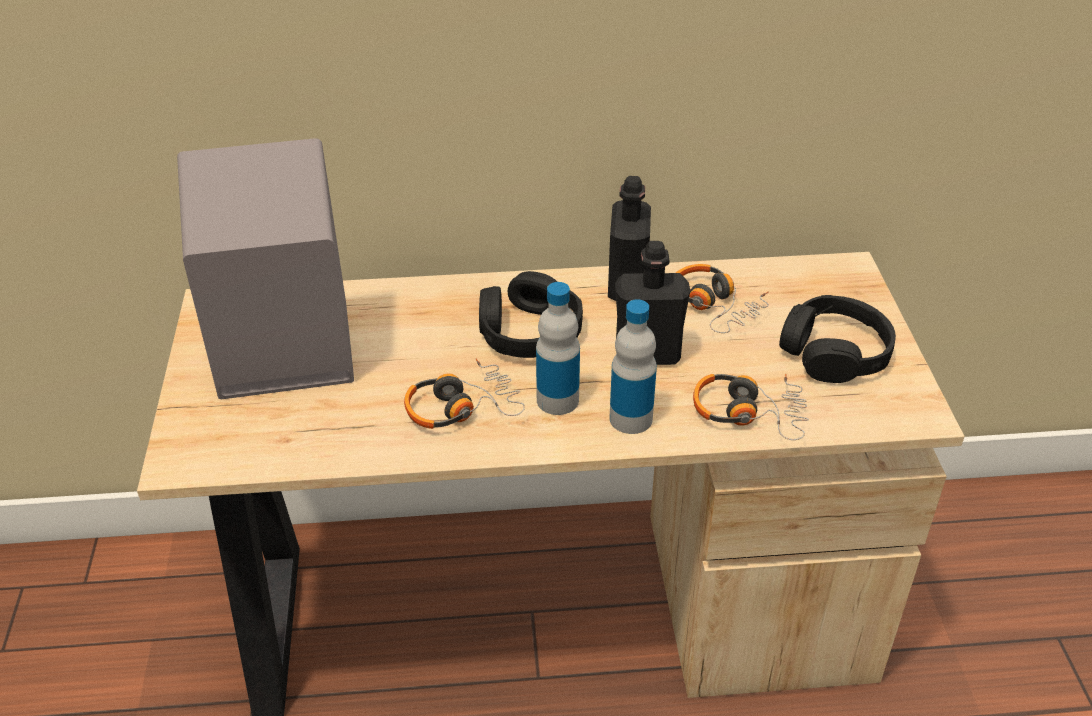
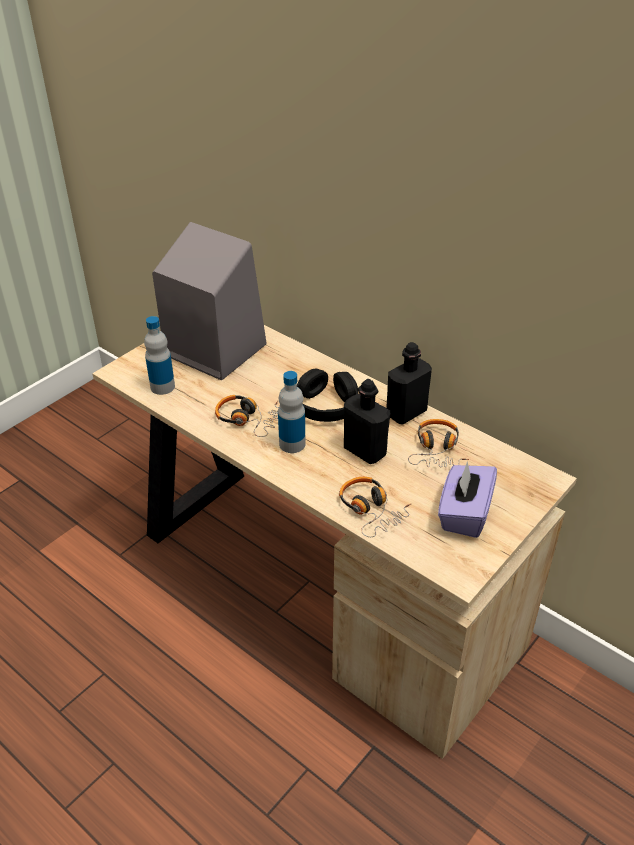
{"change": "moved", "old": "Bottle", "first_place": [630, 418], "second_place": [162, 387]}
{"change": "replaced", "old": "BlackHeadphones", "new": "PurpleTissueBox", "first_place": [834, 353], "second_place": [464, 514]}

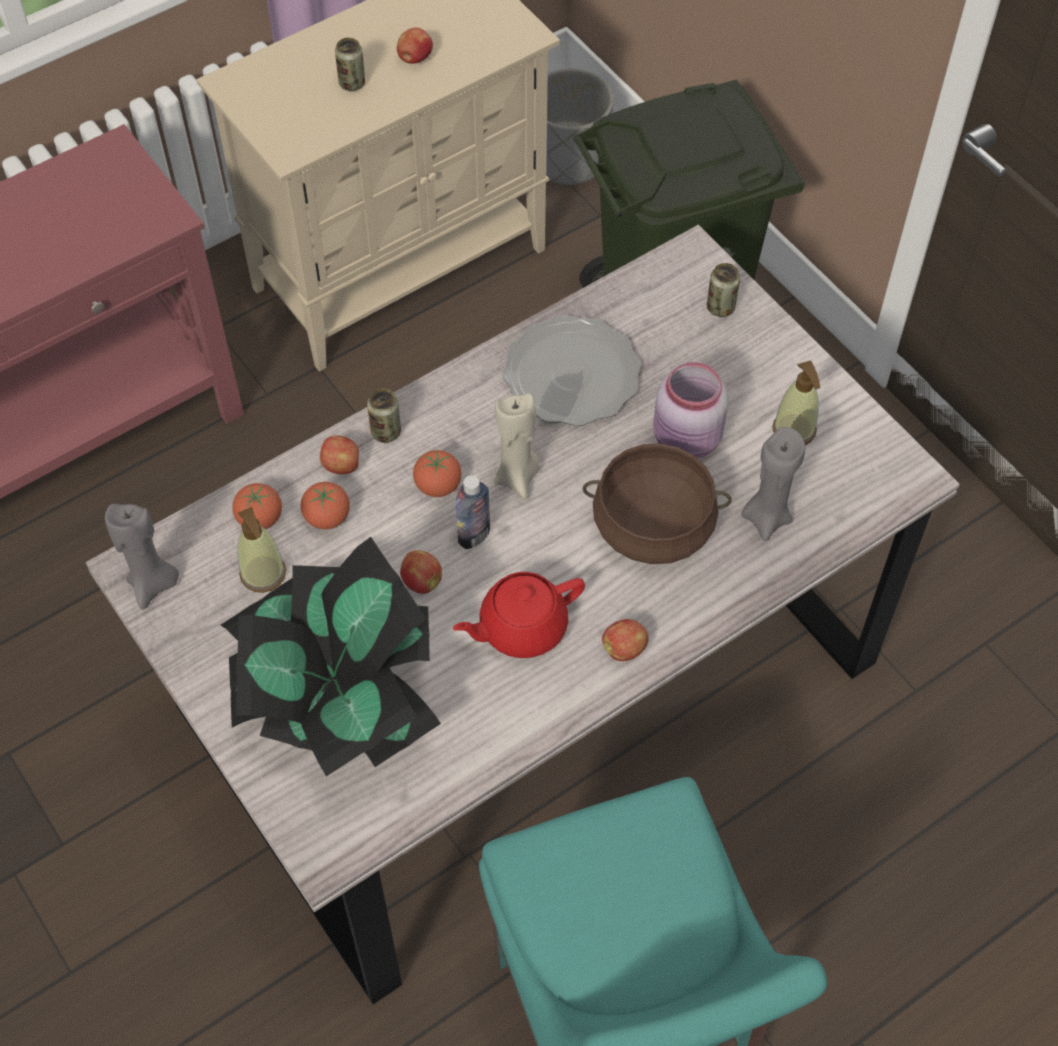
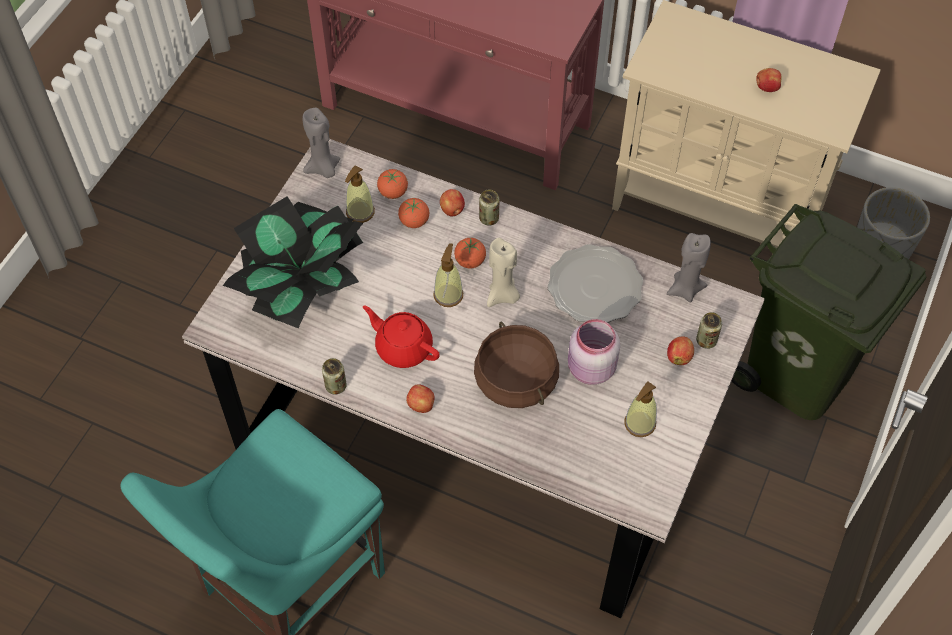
{"change": "moved", "old": "Can", "first_place": [352, 83], "second_place": [336, 386]}
{"change": "moved", "old": "Apple", "first_place": [421, 581], "second_place": [679, 357]}
{"change": "replaced", "old": "Bottle", "new": "SoapDispenser", "first_place": [474, 535], "second_place": [448, 295]}
{"change": "moved", "old": "GreyCandle", "first_place": [766, 517], "second_place": [685, 289]}

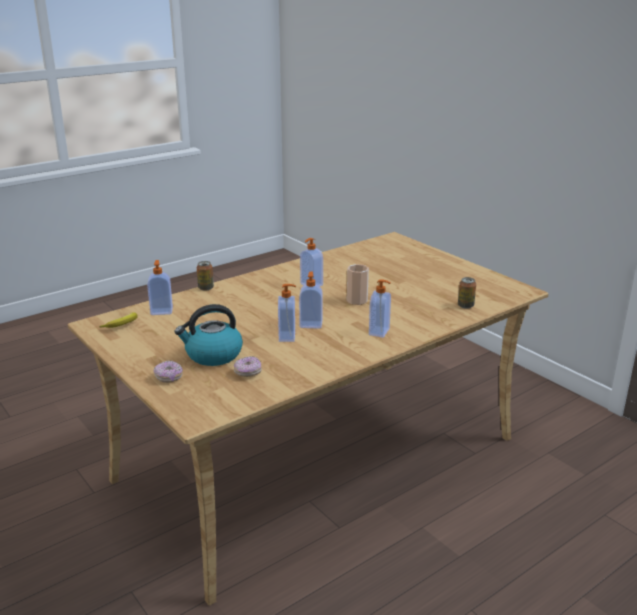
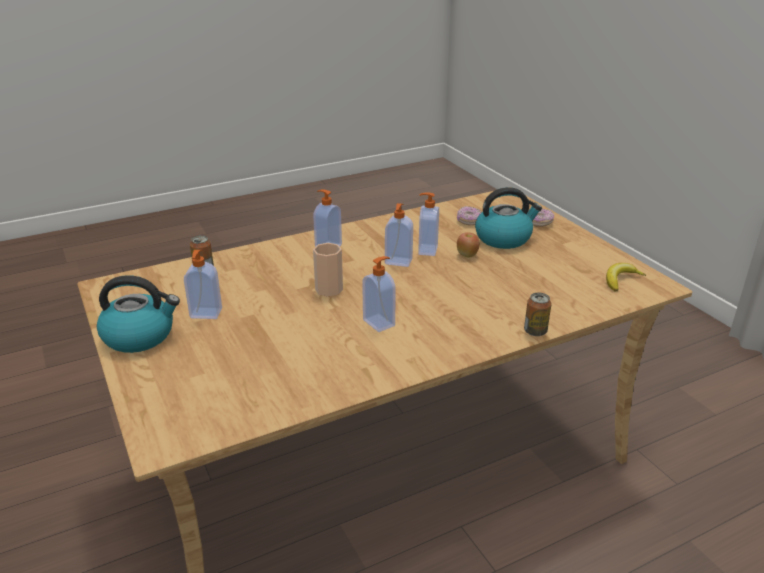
{"change": "moved", "old": "SoapDispenser", "first_place": [161, 311], "second_place": [206, 314]}
{"change": "added", "new": "Kettle", "second_place": [140, 336]}
{"change": "added", "new": "Apple", "second_place": [467, 255]}

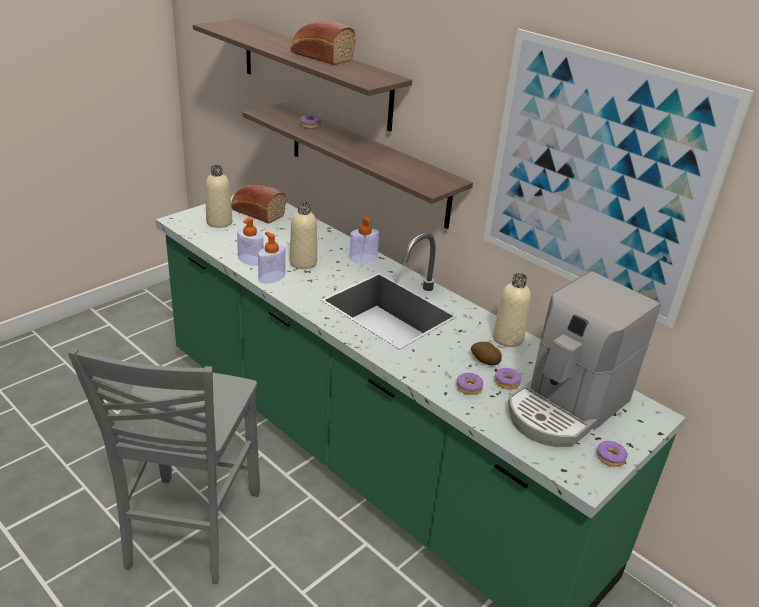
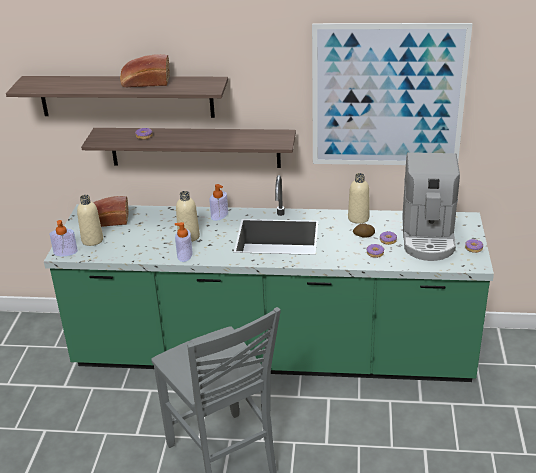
{"change": "moved", "old": "SoapDispenser", "first_place": [250, 260], "second_place": [65, 252]}

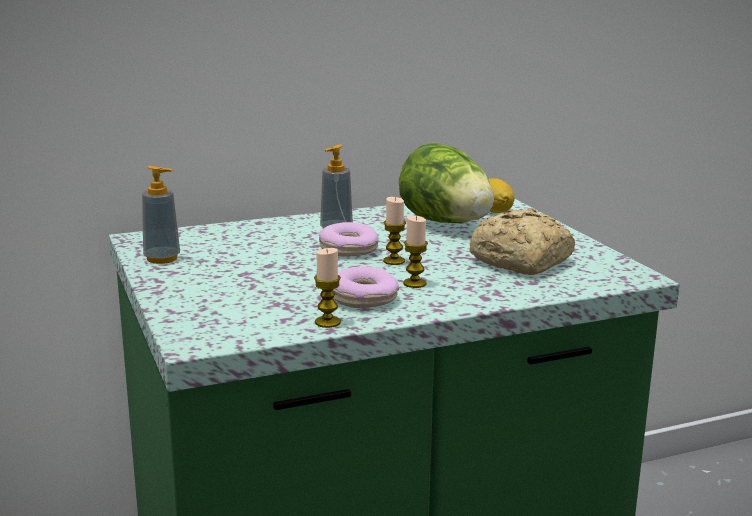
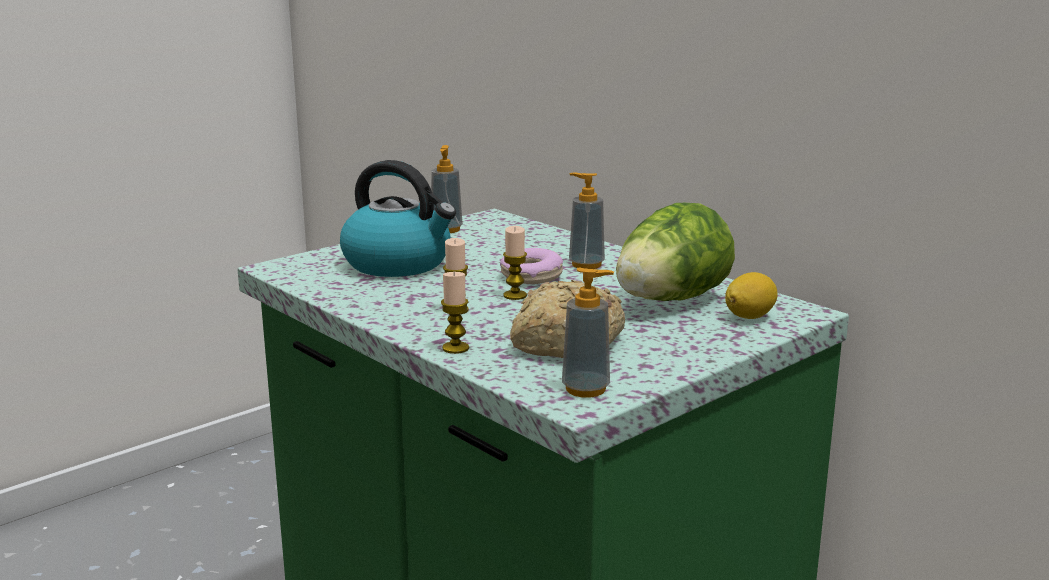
{"change": "moved", "old": "Candle", "first_place": [327, 322], "second_place": [455, 348]}
{"change": "removed", "old": "Donut", "first_place": [363, 299]}
{"change": "added", "new": "Kettle", "second_place": [399, 263]}
{"change": "added", "new": "SoapDispenser", "second_place": [586, 389]}

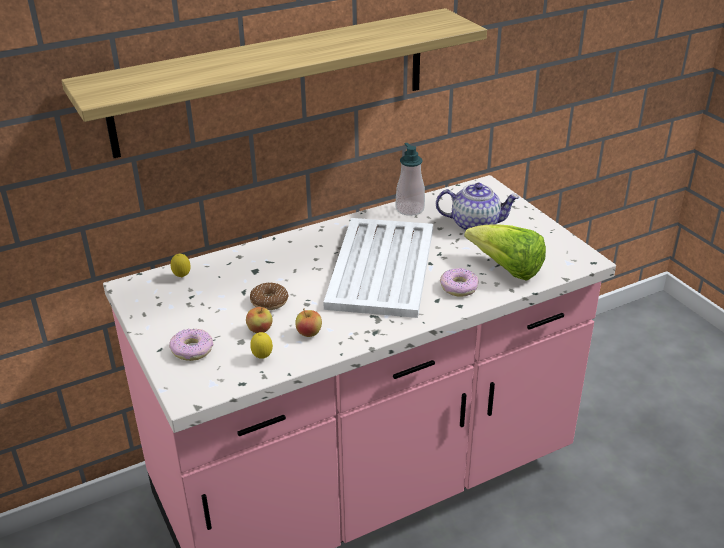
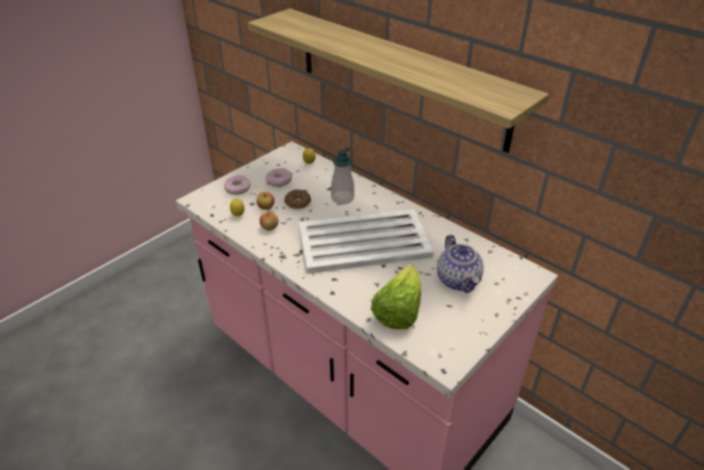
{"change": "moved", "old": "SoapDispenser", "first_place": [410, 209], "second_place": [342, 198]}
{"change": "moved", "old": "Donut", "first_place": [458, 287], "second_place": [279, 181]}

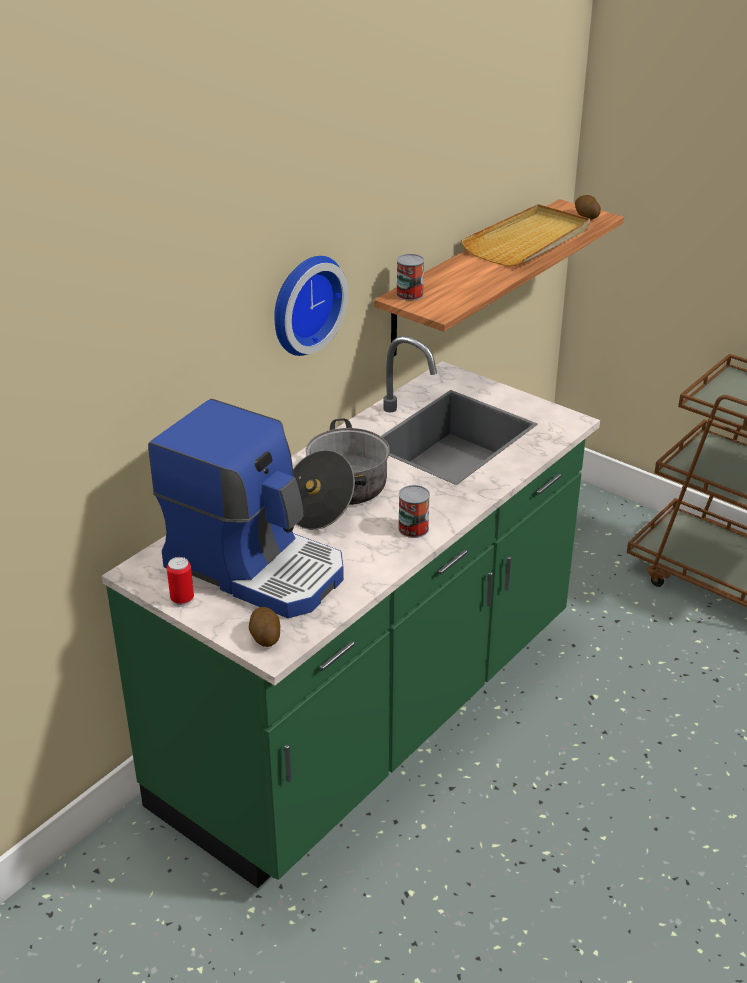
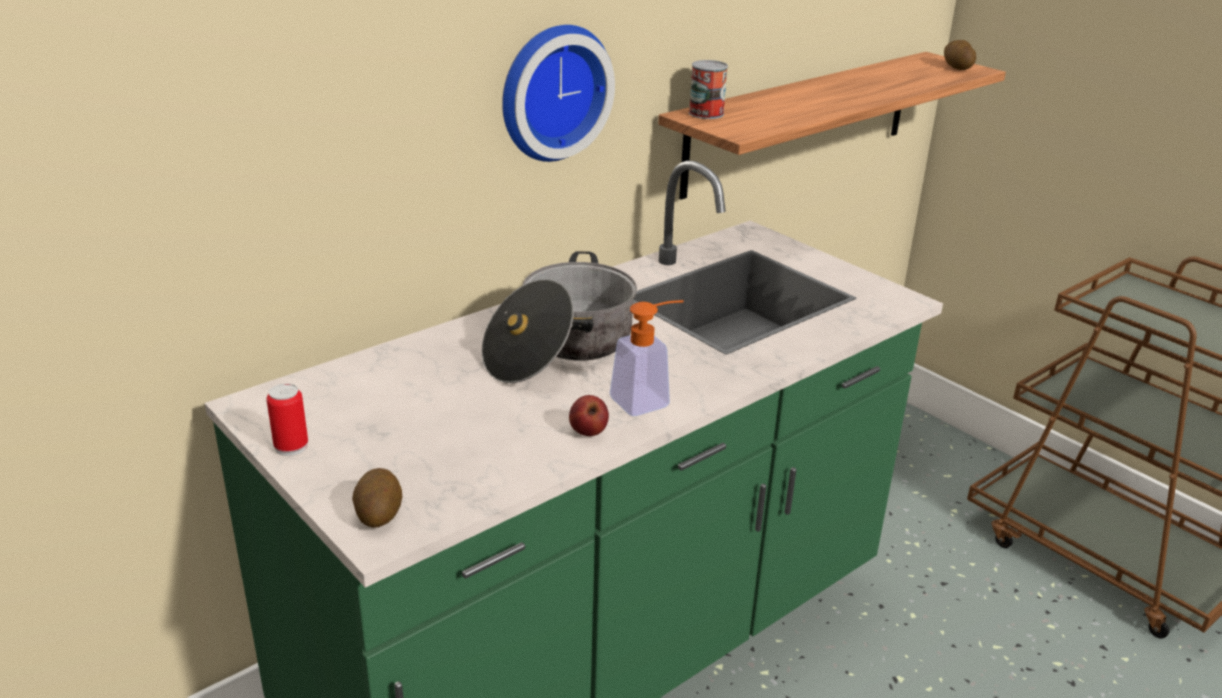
{"change": "removed", "old": "CoffeeMachine", "first_place": [256, 566]}
{"change": "replaced", "old": "Can", "new": "SoapDispenser", "first_place": [413, 528], "second_place": [648, 400]}
{"change": "removed", "old": "BeigeTray", "first_place": [528, 241]}
{"change": "added", "new": "Apple", "second_place": [588, 432]}

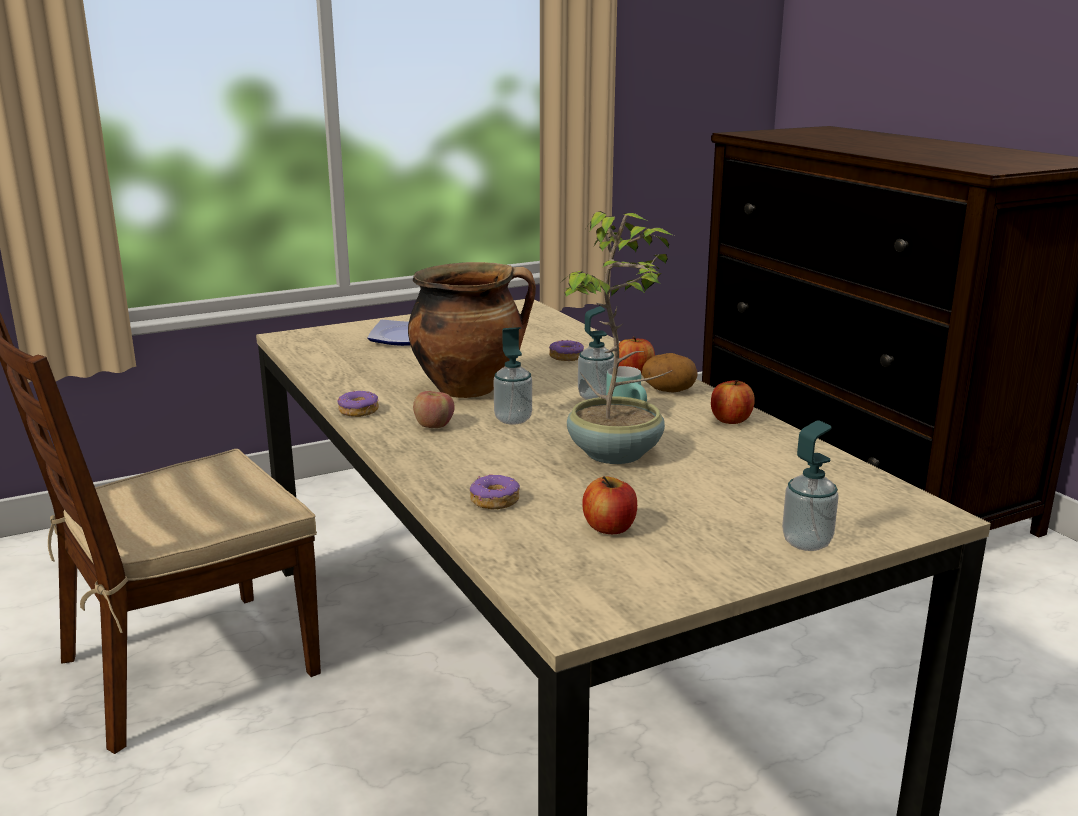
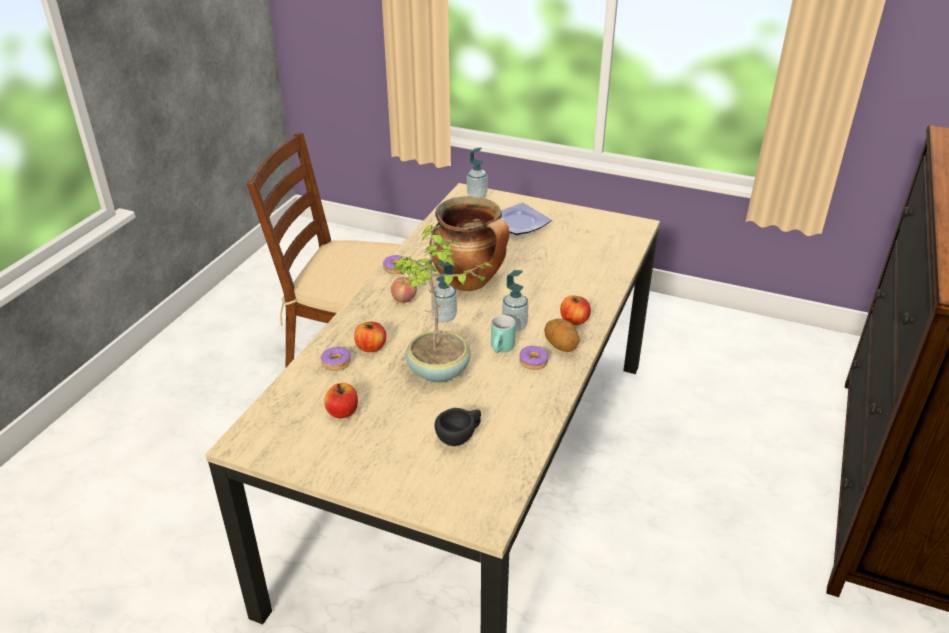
{"change": "moved", "old": "Donut", "first_place": [566, 357], "second_place": [534, 362]}
{"change": "moved", "old": "Apple", "first_place": [730, 420], "second_place": [371, 347]}
{"change": "moved", "old": "SoapDispenser", "first_place": [806, 542], "second_place": [477, 196]}
{"change": "added", "new": "BlackCup", "second_place": [460, 437]}

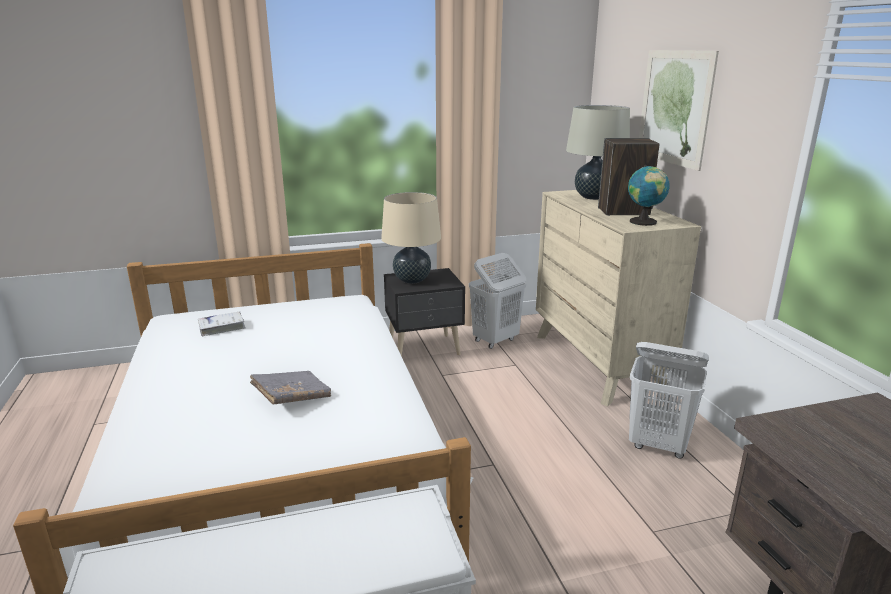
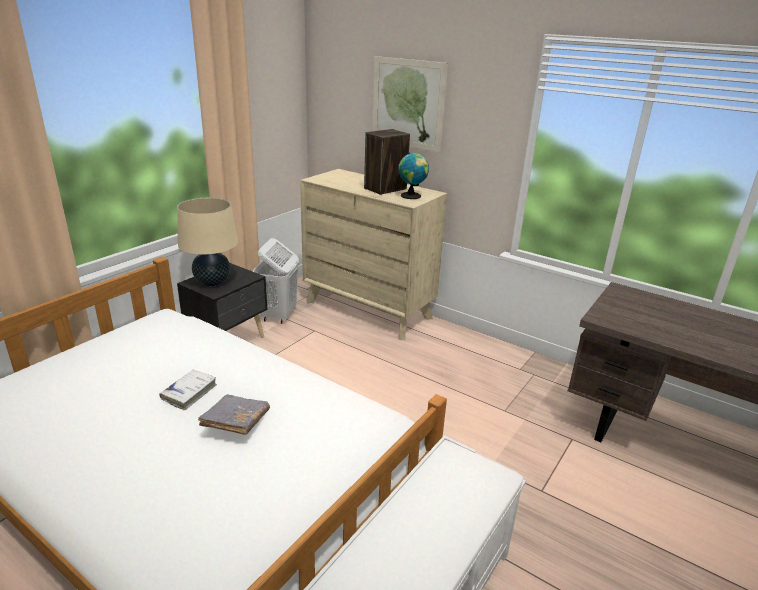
{"change": "moved", "old": "WhiteBook", "first_place": [222, 327], "second_place": [189, 393]}
{"change": "removed", "old": "BeigeTableLamp", "first_place": [593, 197]}
{"change": "removed", "old": "WhiteLaundryBasket", "first_place": [658, 445]}

